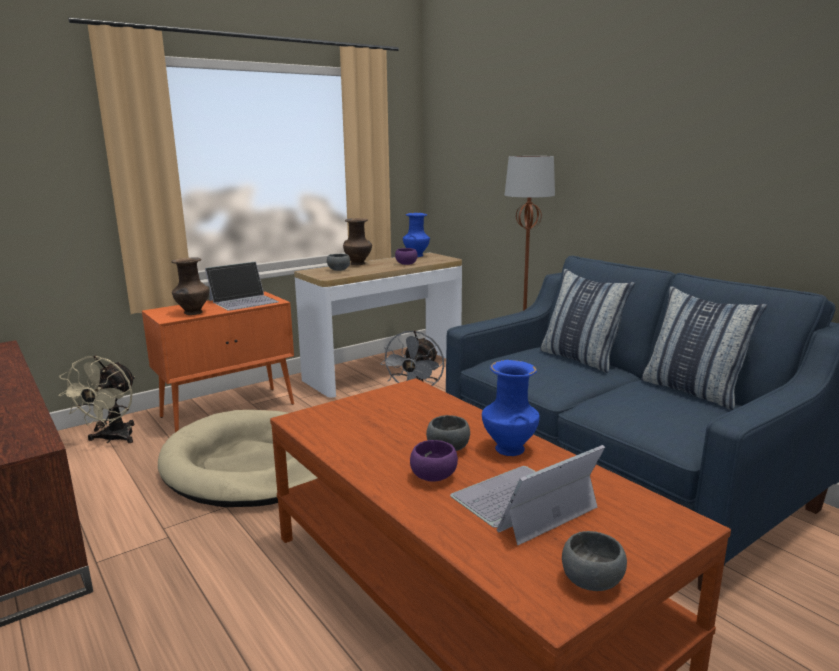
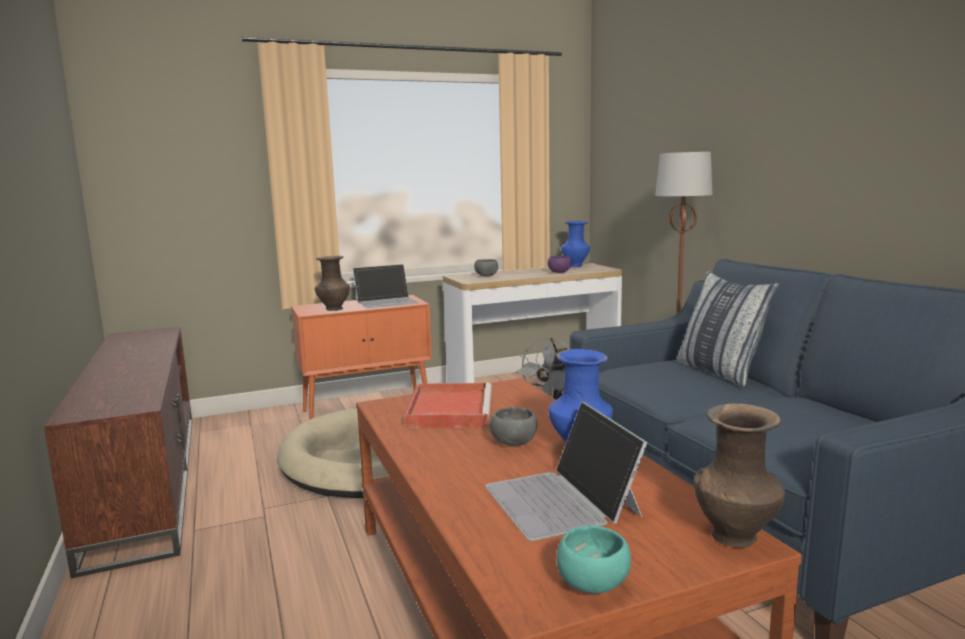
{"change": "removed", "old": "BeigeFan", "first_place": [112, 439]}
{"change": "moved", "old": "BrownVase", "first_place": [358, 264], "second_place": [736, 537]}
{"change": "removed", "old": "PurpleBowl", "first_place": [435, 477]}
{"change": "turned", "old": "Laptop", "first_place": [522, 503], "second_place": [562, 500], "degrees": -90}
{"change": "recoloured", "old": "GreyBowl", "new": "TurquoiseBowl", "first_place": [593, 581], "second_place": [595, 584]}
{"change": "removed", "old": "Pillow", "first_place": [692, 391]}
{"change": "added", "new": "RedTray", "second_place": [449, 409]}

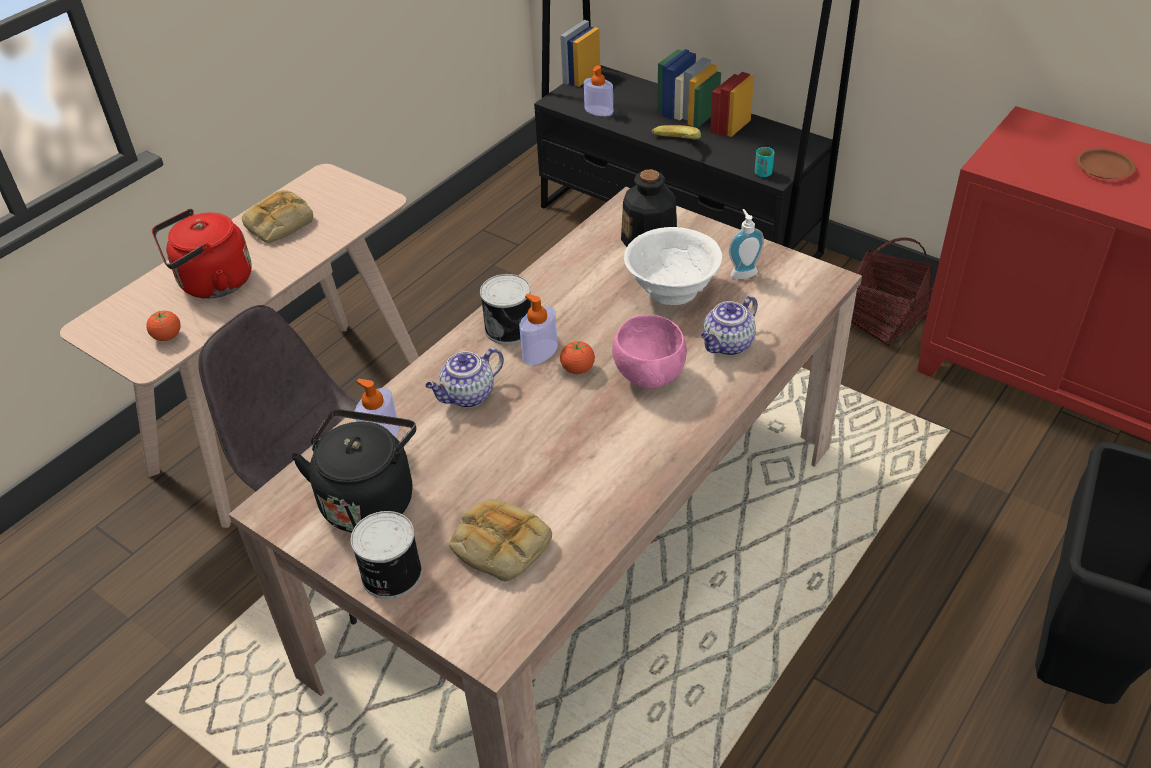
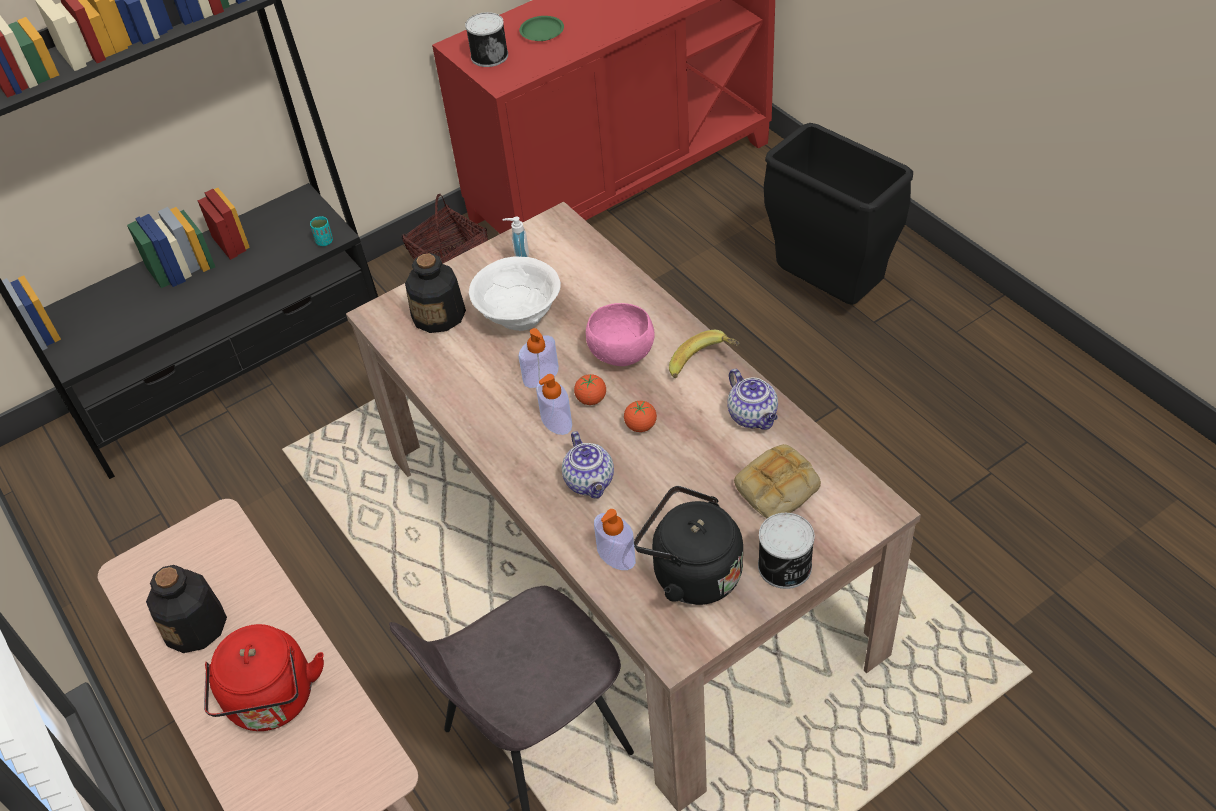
{"change": "moved", "old": "Tomato", "first_place": [167, 336], "second_place": [641, 426]}
{"change": "replaced", "old": "Bread", "new": "Bottle", "first_place": [279, 224], "second_place": [195, 626]}
{"change": "moved", "old": "Can", "first_place": [510, 327], "second_place": [489, 55]}
{"change": "moved", "old": "SoapDispenser", "first_place": [599, 111], "second_place": [541, 375]}
{"change": "moved", "old": "Banana", "first_place": [675, 146], "second_place": [704, 366]}
{"change": "moved", "old": "Teapot", "first_place": [727, 345], "second_place": [753, 416]}
{"change": "recoloured", "old": "BrownPlate", "new": "GreenPlate", "first_place": [1103, 167], "second_place": [541, 32]}

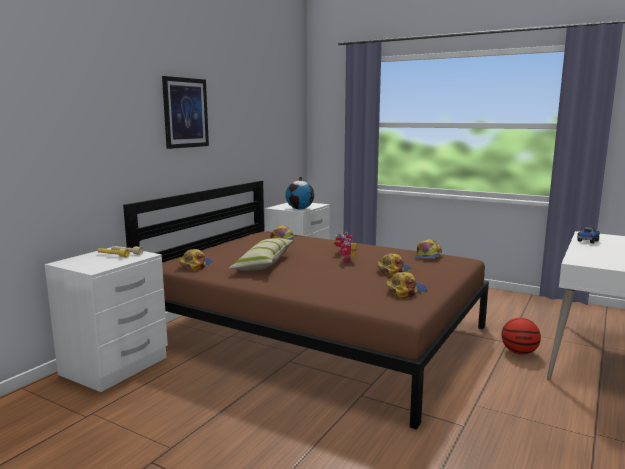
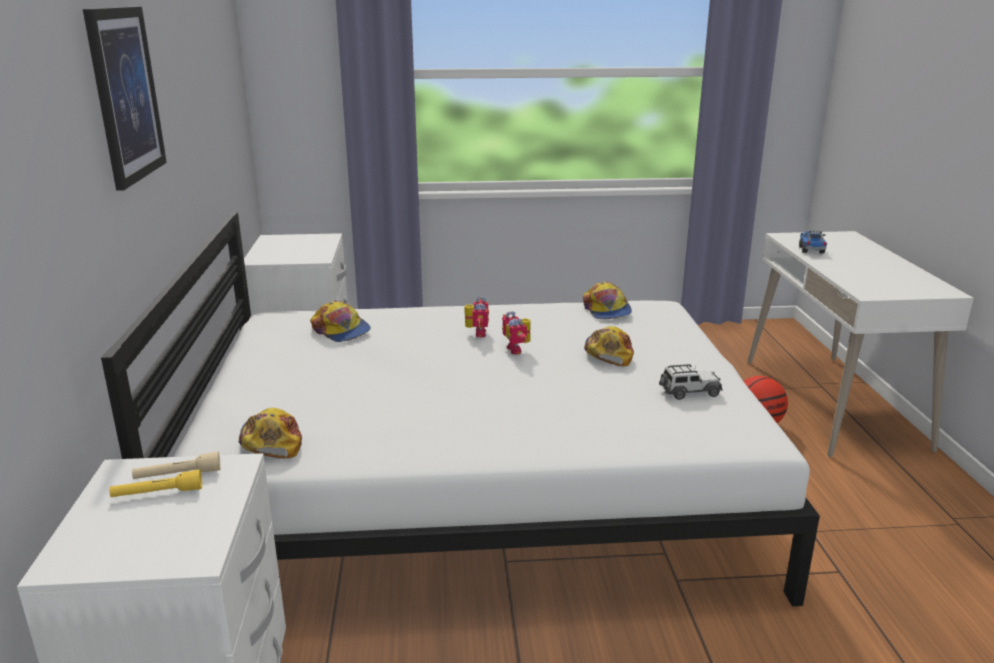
{"change": "recoloured", "old": "BrownBed", "new": "WhiteBed", "first_place": [315, 332], "second_place": [475, 486]}
{"change": "removed", "old": "Pillow", "first_place": [264, 263]}
{"change": "removed", "old": "Globe", "first_place": [300, 209]}
{"change": "replaced", "old": "Cap", "new": "ToyCar", "first_place": [405, 290], "second_place": [689, 392]}

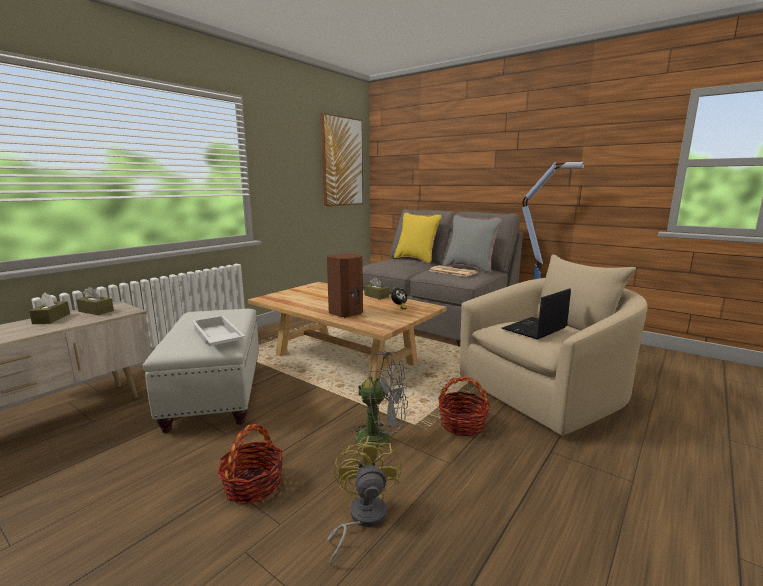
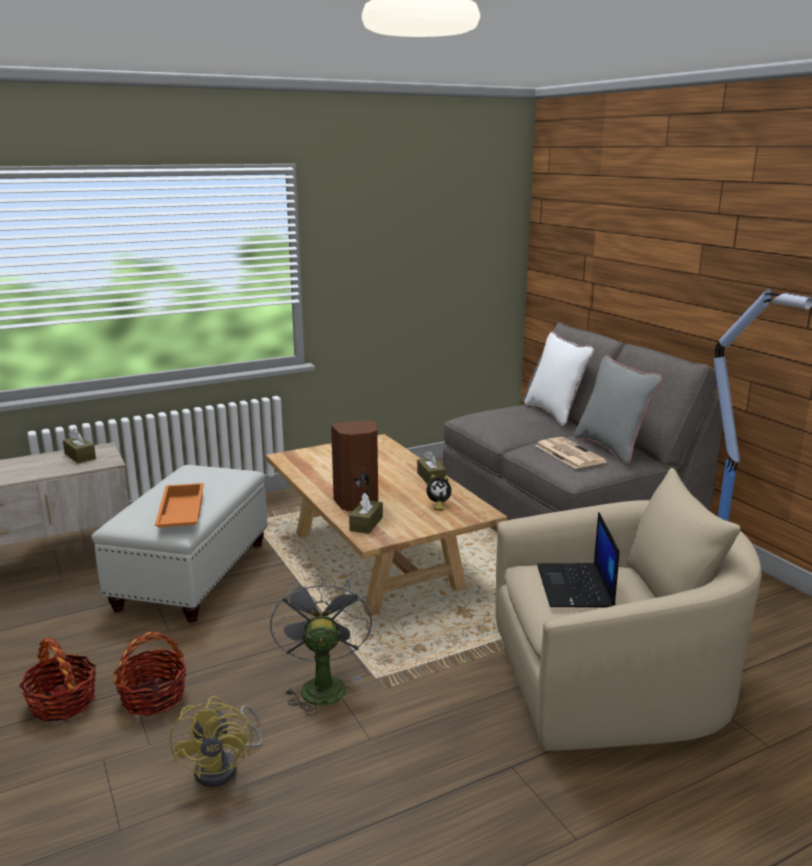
{"change": "moved", "old": "BrownTissueBox", "first_place": [51, 319], "second_place": [366, 524]}
{"change": "recoloured", "old": "WhiteTray", "new": "OrangeTray", "first_place": [216, 337], "second_place": [180, 514]}
{"change": "removed", "old": "Picture", "first_place": [342, 162]}
{"change": "turned", "old": "YellowFan", "first_place": [361, 518], "second_place": [224, 766], "degrees": 150}
{"change": "turned", "old": "GreyFan", "first_place": [381, 439], "second_place": [321, 685], "degrees": -135}
{"change": "recoloured", "old": "YellowPillow", "new": "WhitePillow", "first_place": [416, 259], "second_place": [554, 413]}
{"change": "moved", "old": "Basket", "first_place": [462, 424], "second_place": [62, 702]}
{"change": "turned", "old": "Laptop", "first_place": [534, 329], "second_place": [576, 587], "degrees": -75}

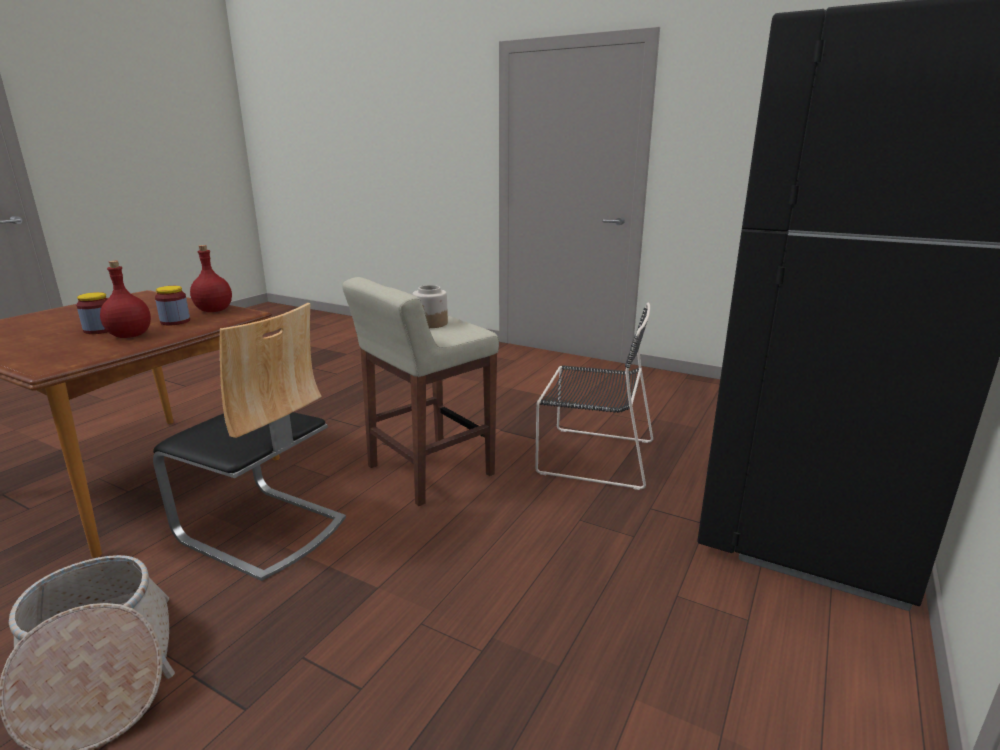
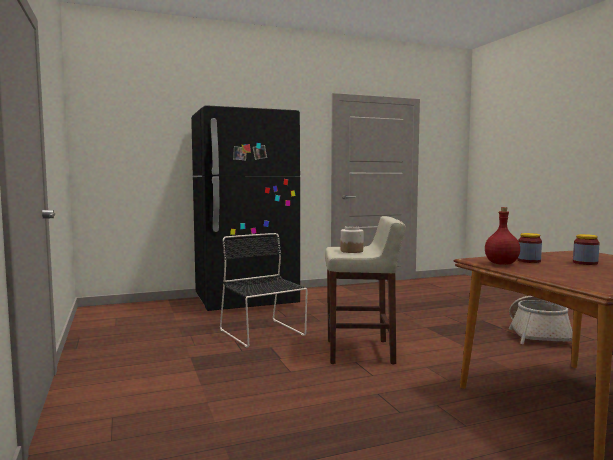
{"change": "removed", "old": "RedBottle", "first_place": [131, 335]}
{"change": "removed", "old": "Chair", "first_place": [262, 529]}

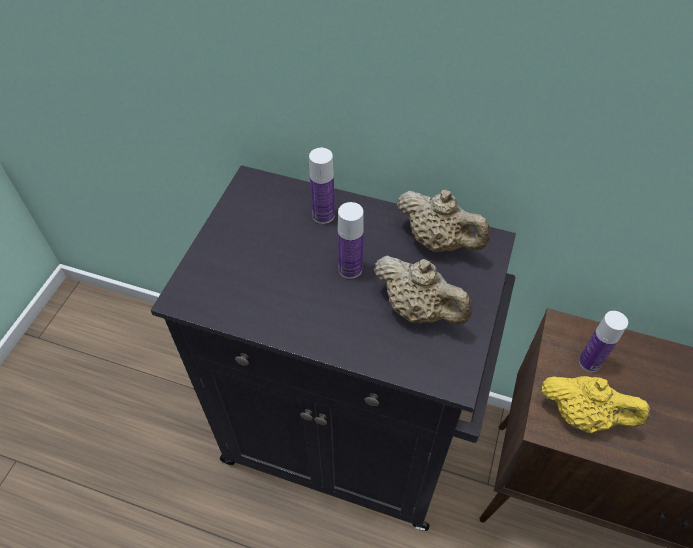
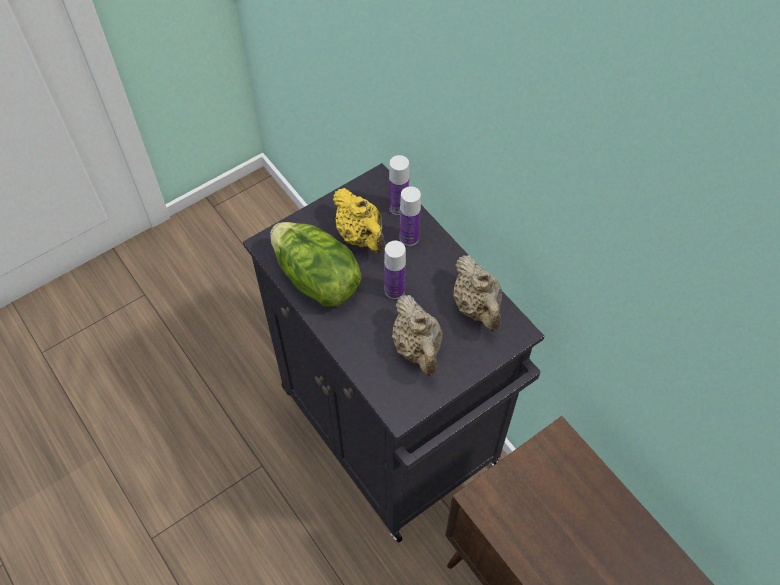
{"change": "moved", "old": "YellowTeapot", "first_place": [583, 415], "second_place": [361, 236]}
{"change": "moved", "old": "Bottle", "first_place": [589, 362], "second_place": [398, 207]}
{"change": "added", "new": "Lettuce", "second_place": [316, 280]}

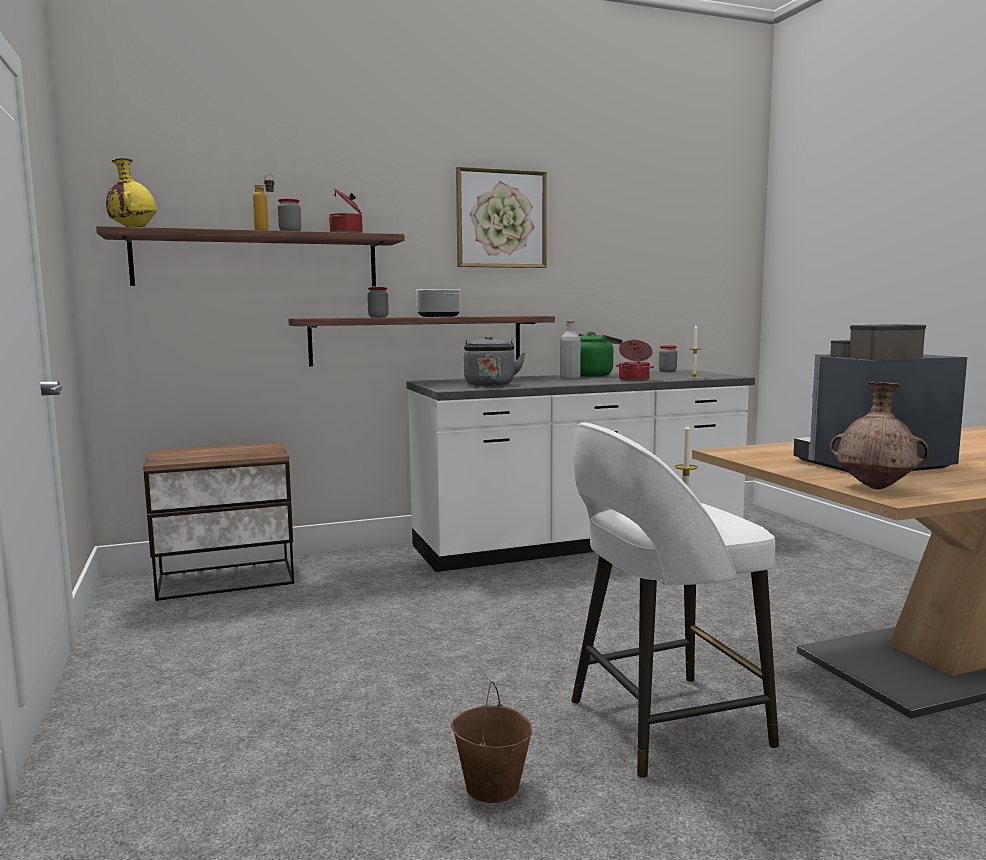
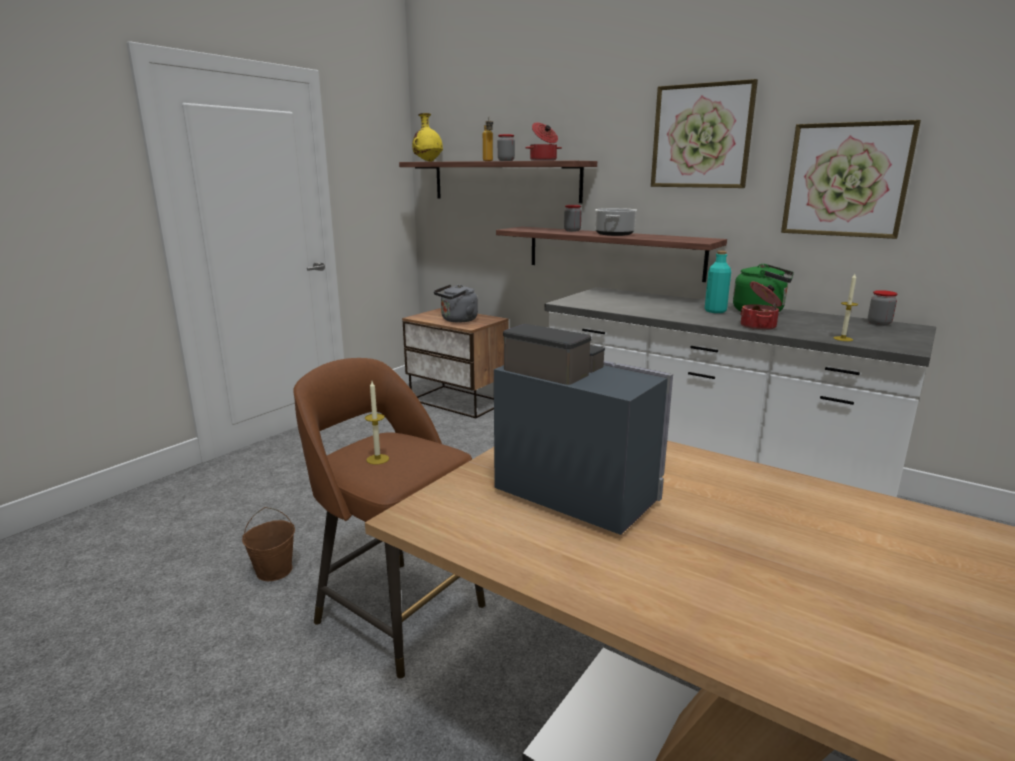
{"change": "moved", "old": "GreyKettle", "first_place": [490, 385], "second_place": [457, 320]}
{"change": "recoloured", "old": "GreyBottle", "new": "TurquoiseBottle", "first_place": [570, 378], "second_place": [715, 311]}
{"change": "recoloured", "old": "WhiteStool", "new": "BrownStool", "first_place": [662, 724], "second_place": [397, 611]}
{"change": "removed", "old": "BrownVase", "first_place": [876, 487]}
{"change": "added", "new": "Picture", "second_place": [846, 180]}

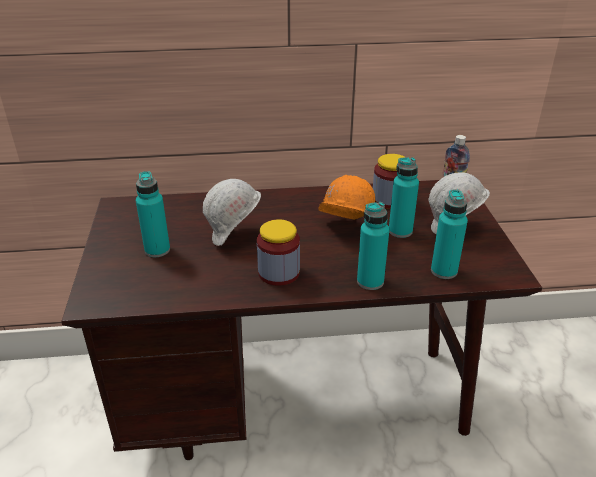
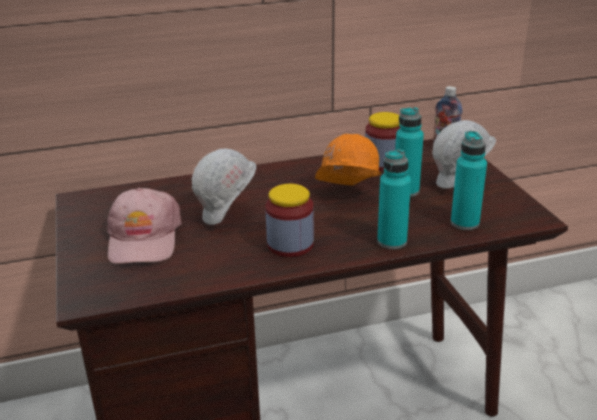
{"change": "replaced", "old": "TurquoiseBottle", "new": "PinkCap", "first_place": [157, 250], "second_place": [144, 238]}

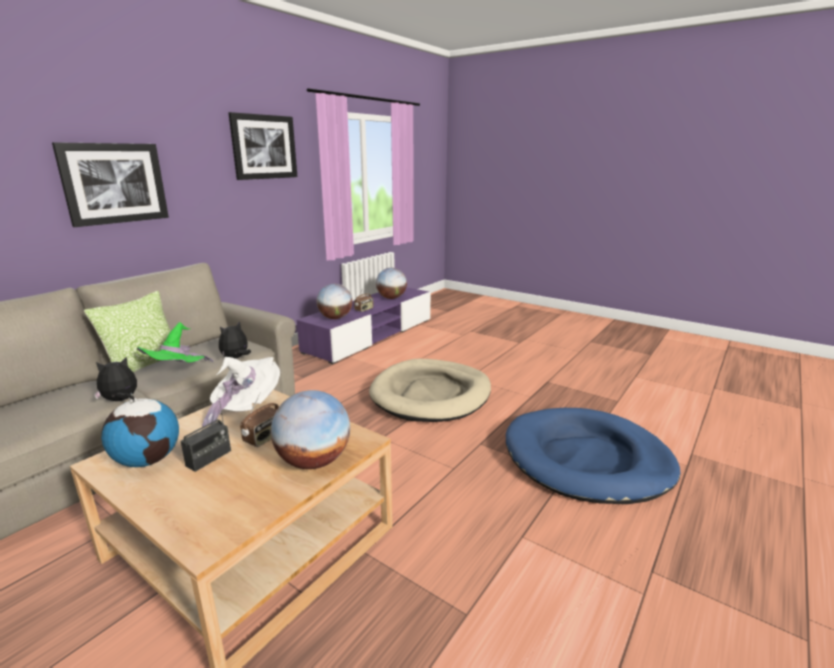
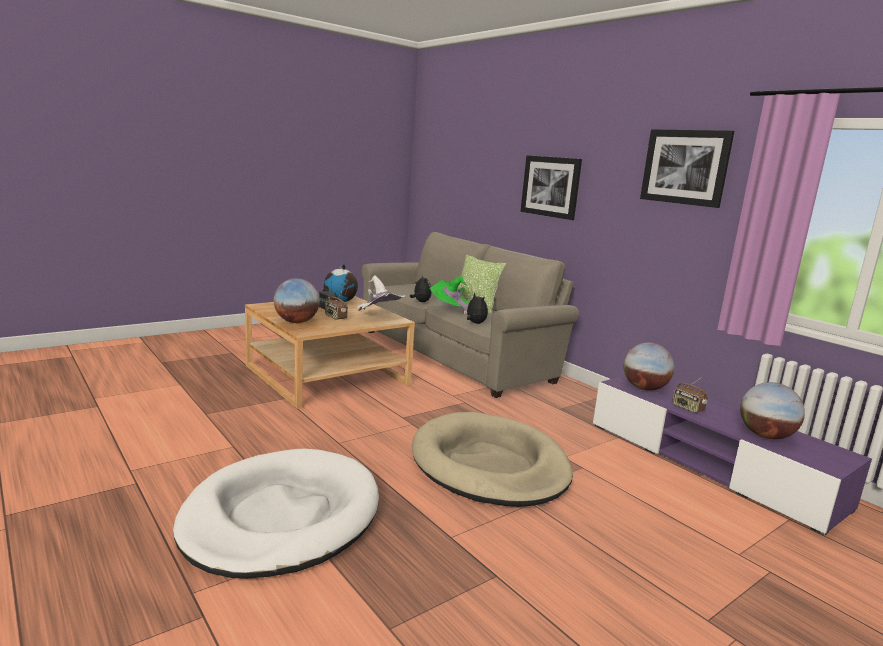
{"change": "recoloured", "old": "BlueDogBed", "new": "WhiteDogBed", "first_place": [587, 459], "second_place": [281, 517]}

